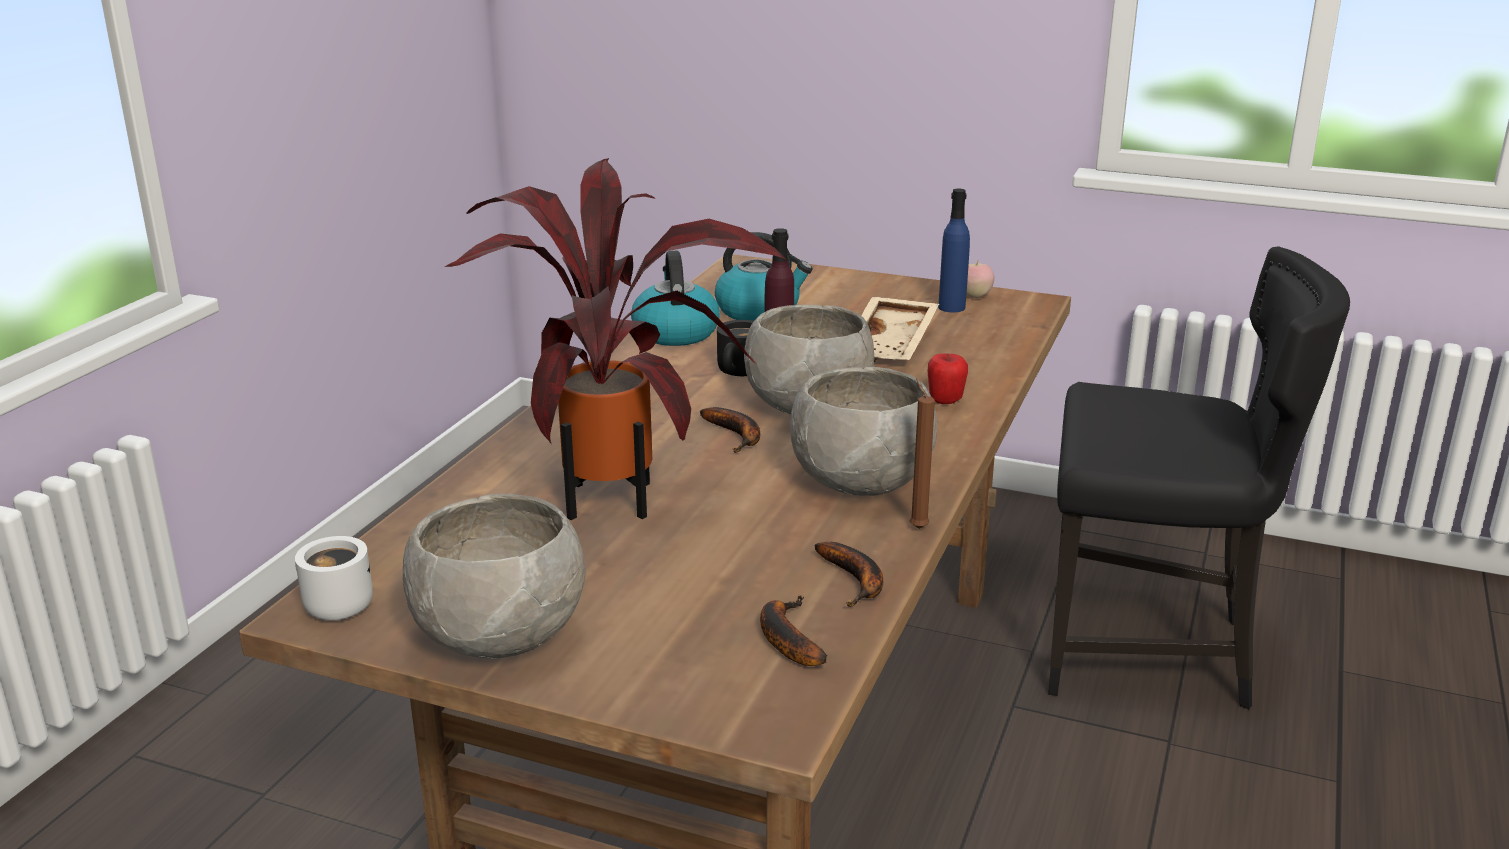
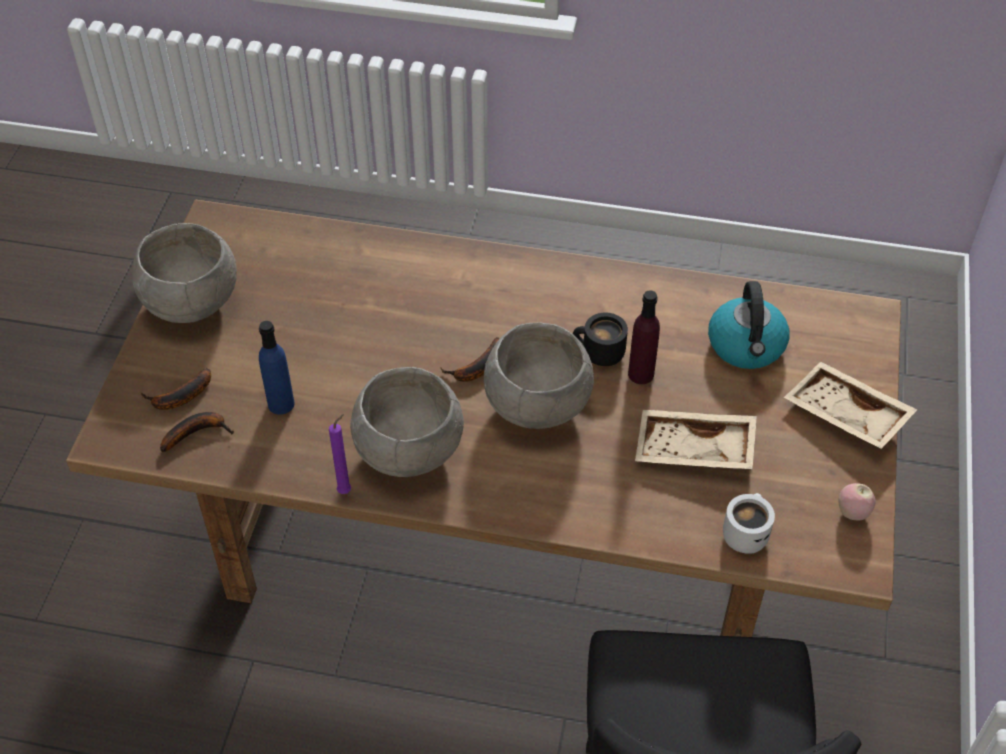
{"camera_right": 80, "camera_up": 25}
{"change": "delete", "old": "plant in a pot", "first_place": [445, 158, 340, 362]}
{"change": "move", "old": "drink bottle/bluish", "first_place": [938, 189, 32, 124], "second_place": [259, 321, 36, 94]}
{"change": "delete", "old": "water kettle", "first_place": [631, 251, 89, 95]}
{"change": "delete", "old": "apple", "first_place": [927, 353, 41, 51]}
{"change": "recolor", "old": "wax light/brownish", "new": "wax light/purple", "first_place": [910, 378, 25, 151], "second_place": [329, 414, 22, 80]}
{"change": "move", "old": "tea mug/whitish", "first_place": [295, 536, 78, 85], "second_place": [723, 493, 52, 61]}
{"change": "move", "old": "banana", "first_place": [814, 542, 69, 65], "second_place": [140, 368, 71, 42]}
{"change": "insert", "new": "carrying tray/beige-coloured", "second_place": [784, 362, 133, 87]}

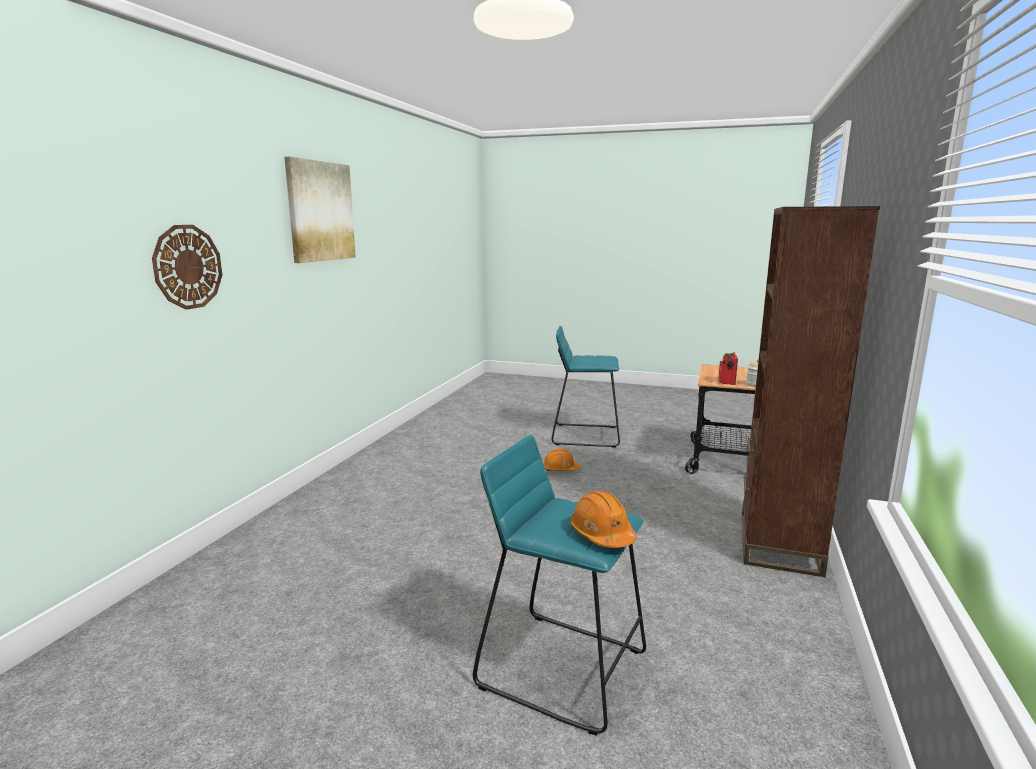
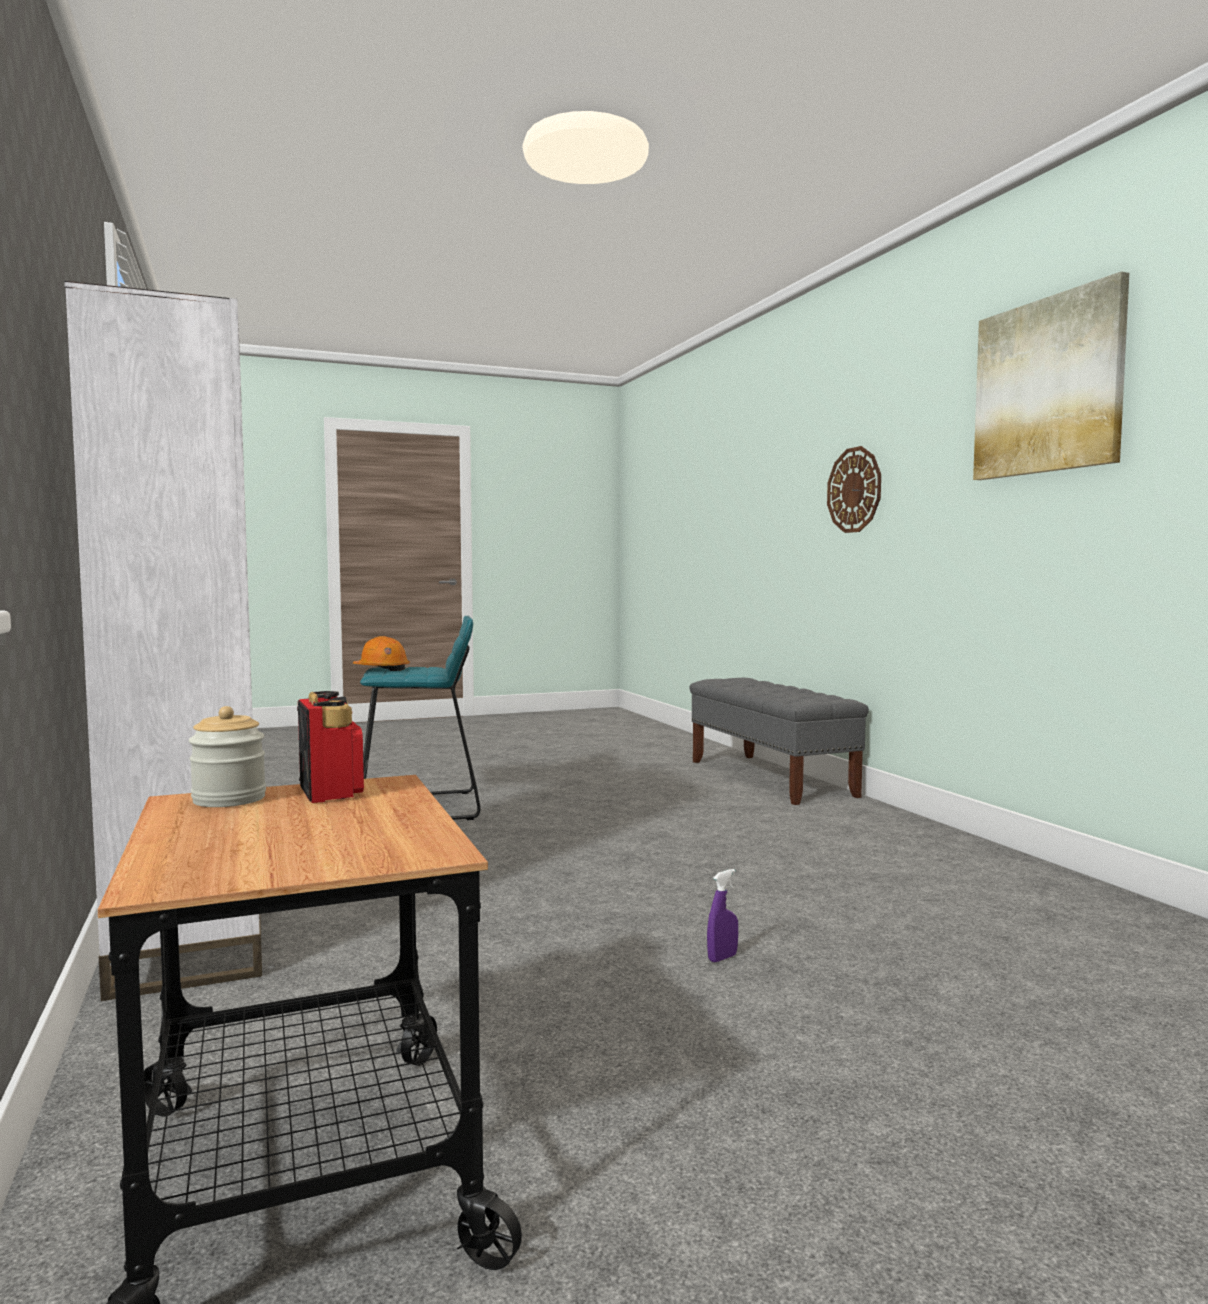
{"camera_right": 140, "camera_up": -10}
{"change": "recolor", "old": "bookshelf/brownish", "new": "bookshelf/whitish", "first_place": [742, 206, 138, 371], "second_place": [64, 281, 198, 720]}
{"change": "delete", "old": "sitting stool/blue-green", "first_place": [552, 326, 68, 121]}
{"change": "replace", "old": "hard hat/orangey", "new": "hand sprayer/purple", "first_place": [543, 449, 37, 22], "second_place": [707, 869, 31, 93]}
{"change": "insert", "new": "long seat/greyish", "second_place": [690, 678, 179, 127]}

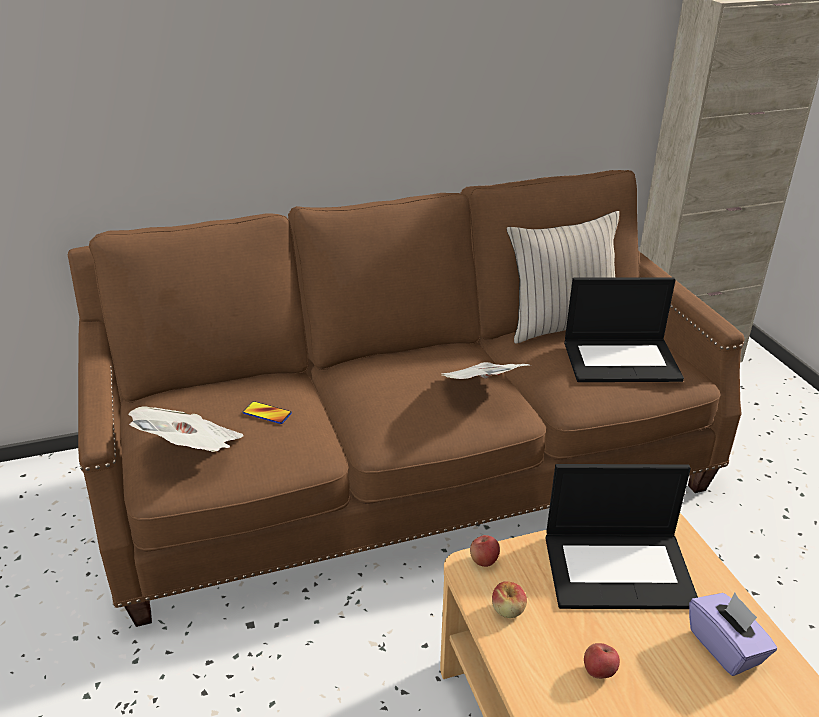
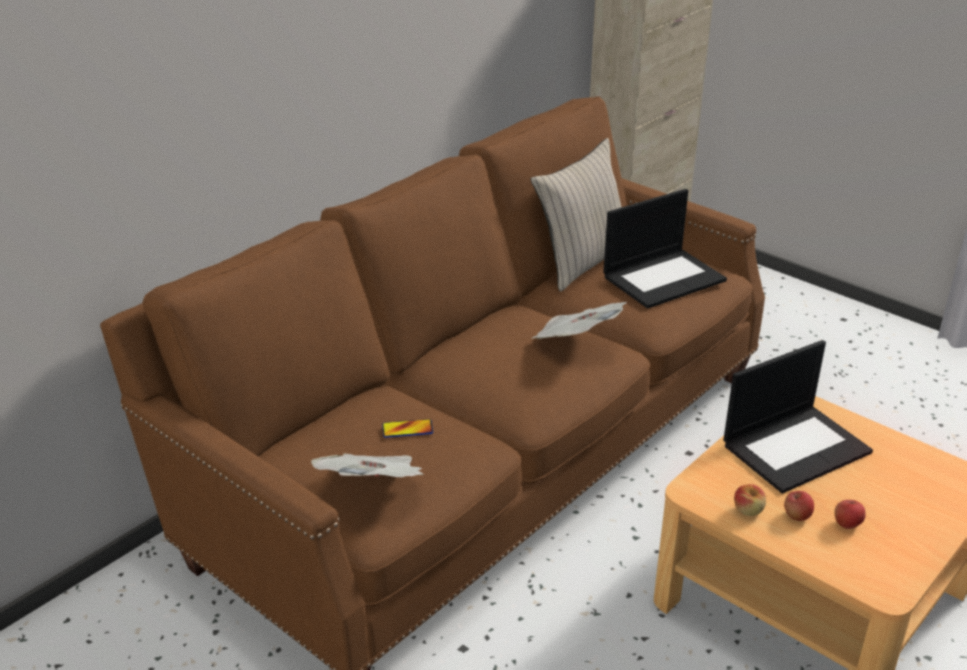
{"camera_right": -30, "camera_up": 0}
{"change": "move", "old": "apple", "first_place": [470, 535, 30, 32], "second_place": [784, 491, 30, 30]}
{"change": "delete", "old": "tissue holder/purple", "first_place": [689, 593, 88, 83]}

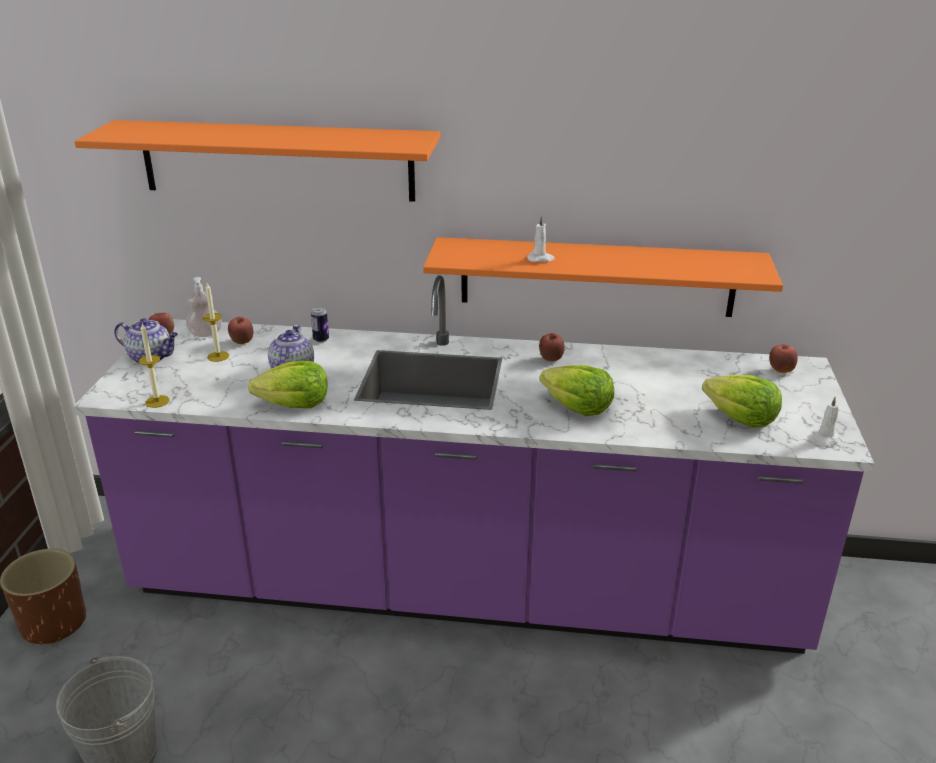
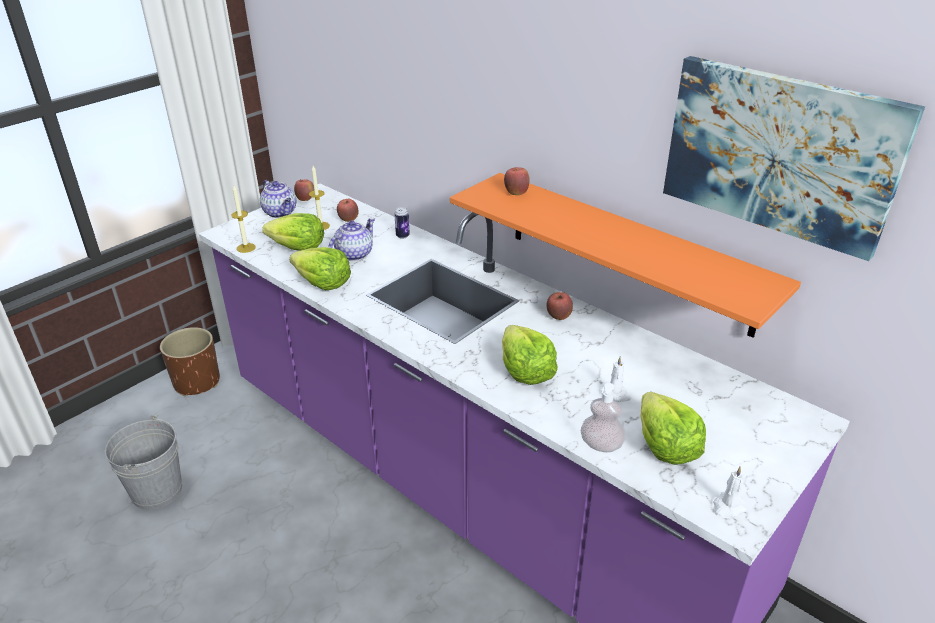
{"camera_right": 35, "camera_up": 5}
{"change": "delete", "old": "shelf/orangey", "first_place": [74, 120, 367, 82]}
{"change": "move", "old": "wax light/whitish", "first_place": [527, 216, 28, 46], "second_place": [601, 356, 30, 46]}
{"change": "move", "old": "liquid soap bottle", "first_place": [186, 277, 36, 60], "second_place": [581, 383, 45, 69]}
{"change": "move", "old": "apple", "first_place": [769, 344, 29, 29], "second_place": [504, 167, 26, 28]}
{"change": "insert", "new": "wall picture", "second_place": [663, 56, 262, 205]}
{"change": "insert", "new": "head of lettuce", "second_place": [262, 213, 62, 38]}

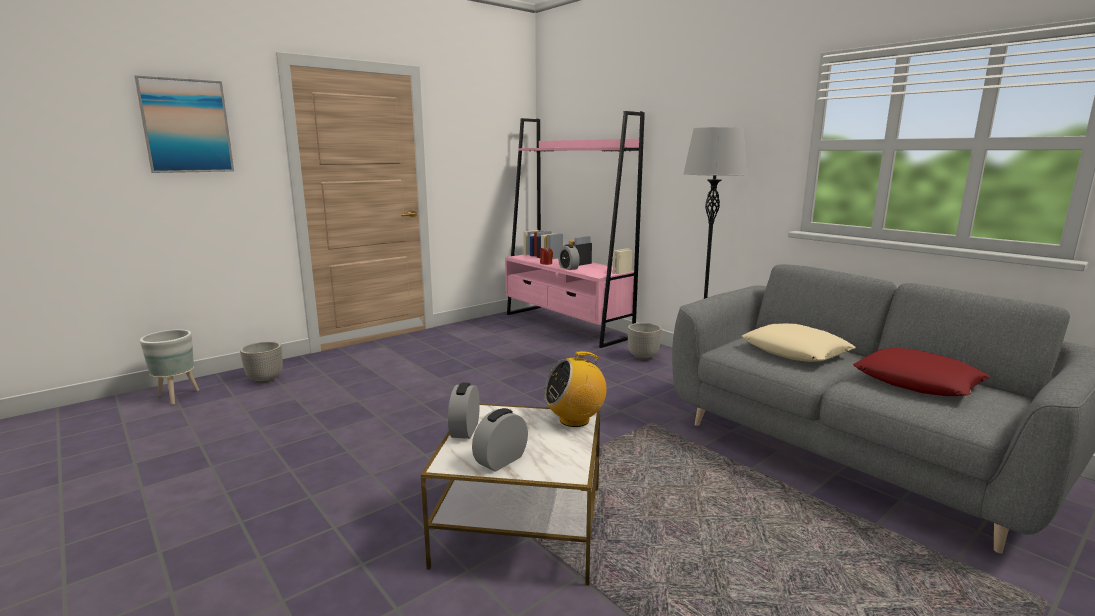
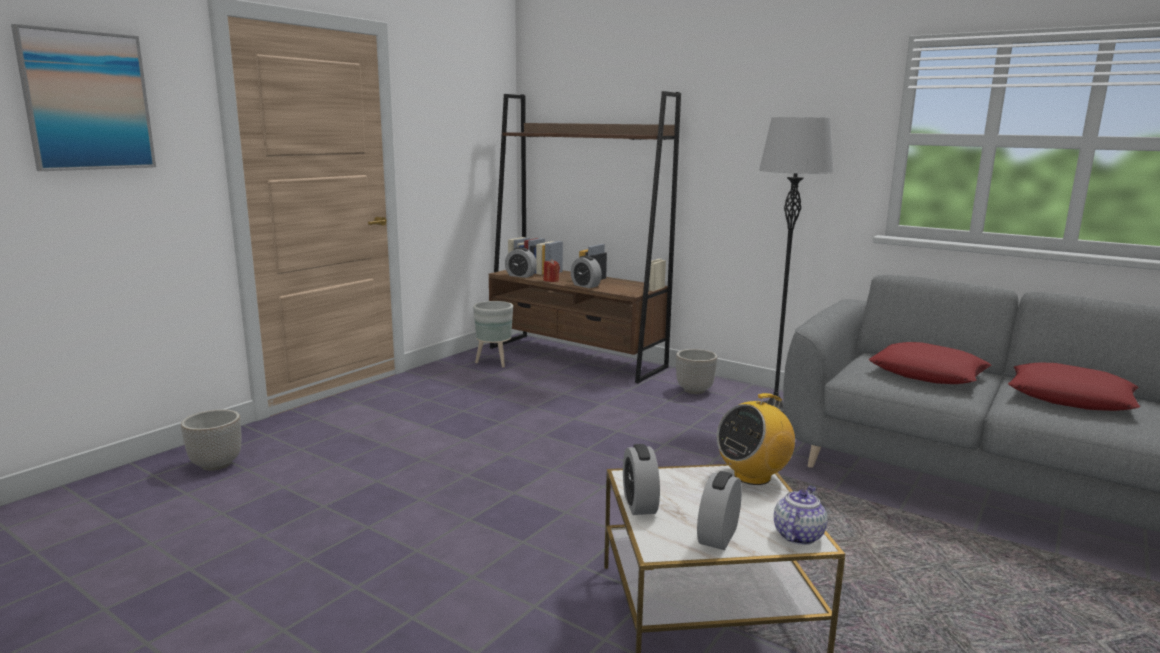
{"camera_right": -15, "camera_up": 0}
{"change": "recolor", "old": "bookshelf/pinkish", "new": "bookshelf/brownish", "first_place": [505, 111, 140, 237], "second_place": [489, 91, 192, 292]}
{"change": "recolor", "old": "throw pillow/beige-coloured", "new": "throw pillow/reddish", "first_place": [742, 323, 114, 39], "second_place": [869, 342, 123, 42]}
{"change": "move", "old": "planter/greyish", "first_place": [140, 330, 59, 75], "second_place": [473, 301, 40, 67]}
{"change": "insert", "new": "bedside clock", "second_place": [505, 247, 32, 31]}
{"change": "insert", "new": "teapot", "second_place": [774, 486, 54, 59]}

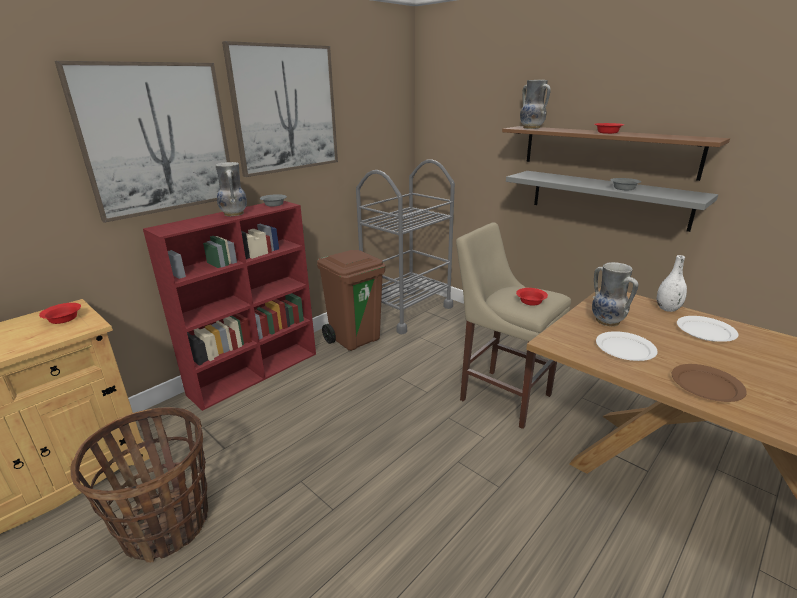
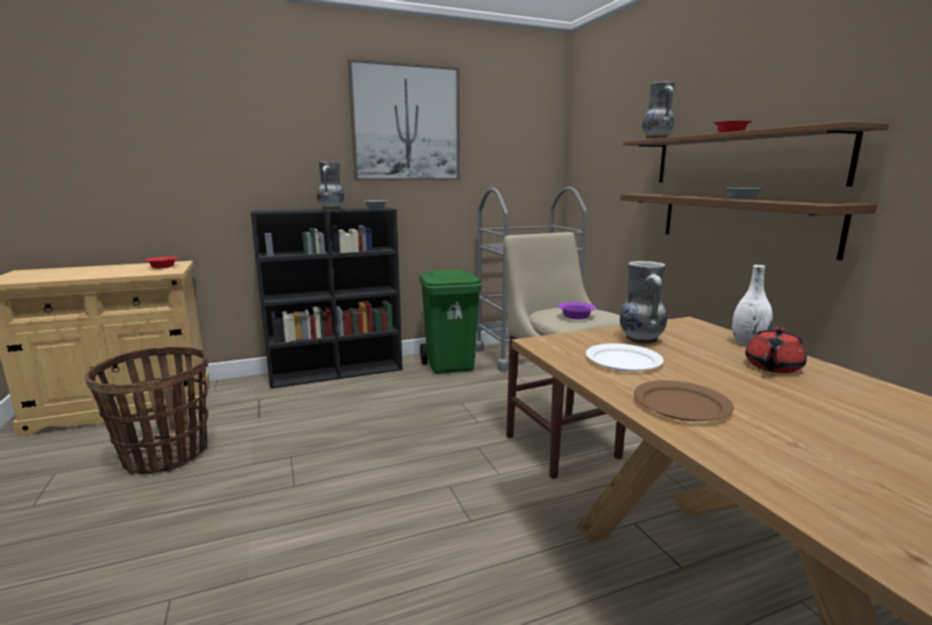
{"camera_right": 25, "camera_up": -10}
{"change": "delete", "old": "wall picture", "first_place": [55, 61, 175, 162]}
{"change": "recolor", "old": "shelf/greyish", "new": "shelf/brownish", "first_place": [506, 171, 212, 61], "second_place": [620, 193, 257, 67]}
{"change": "recolor", "old": "bookshelf/reddish", "new": "bookshelf/black", "first_place": [143, 201, 173, 210], "second_place": [251, 207, 152, 182]}
{"change": "recolor", "old": "trash can/brownish", "new": "trash can/green", "first_place": [317, 250, 68, 101], "second_place": [419, 269, 63, 105]}
{"change": "recolor", "old": "serving bowl/reddish", "new": "serving bowl/purple", "first_place": [516, 288, 32, 18], "second_place": [558, 302, 38, 17]}
{"change": "replace", "old": "flat dish/whitish", "new": "teapot/reddish", "first_place": [677, 316, 61, 26], "second_place": [745, 327, 62, 46]}

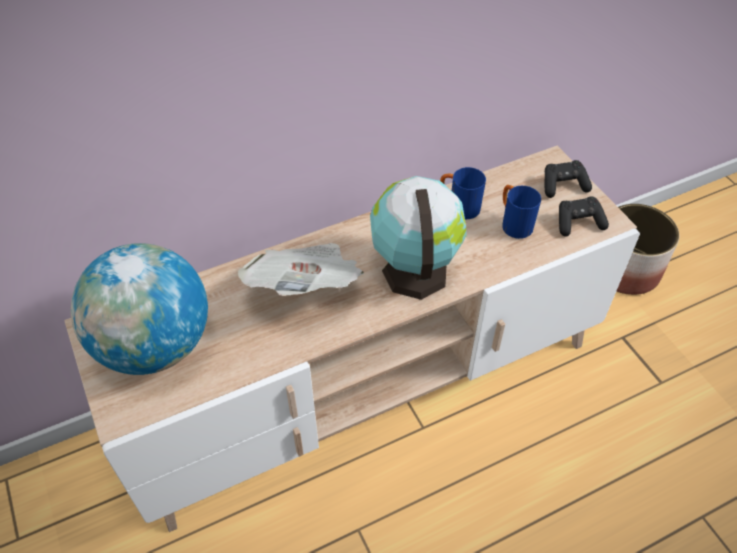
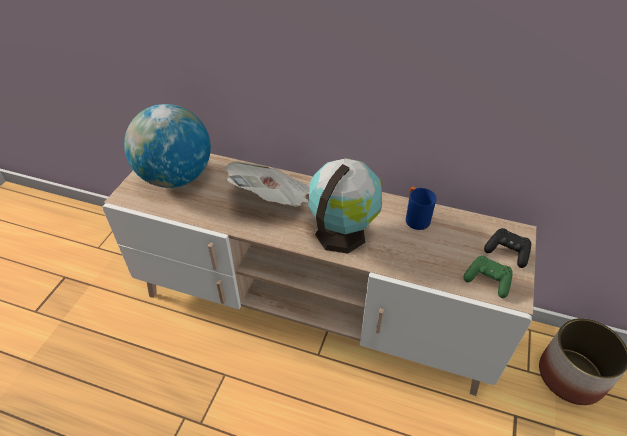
{"camera_right": 45, "camera_up": -5}
{"change": "delete", "old": "tea mug/bluish", "first_place": [502, 185, 39, 54]}
{"change": "recolor", "old": "joypad/black", "new": "joypad/green", "first_place": [559, 196, 50, 41], "second_place": [464, 256, 49, 42]}

